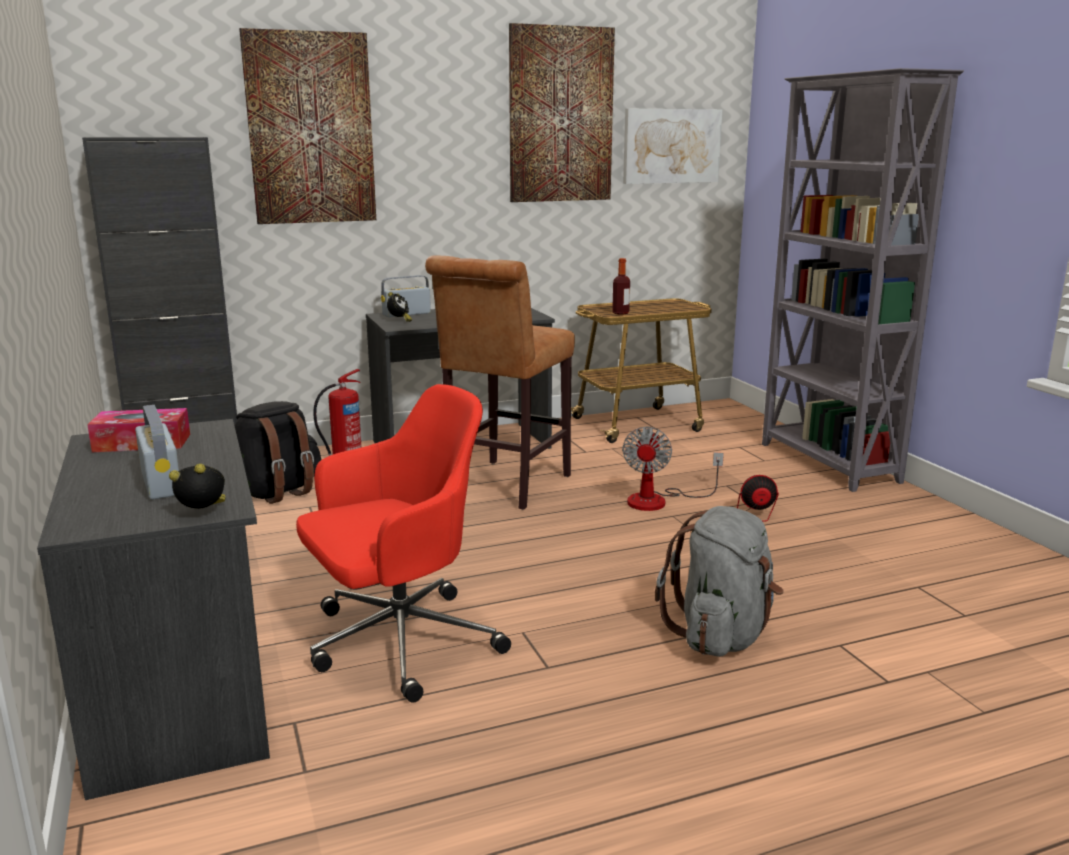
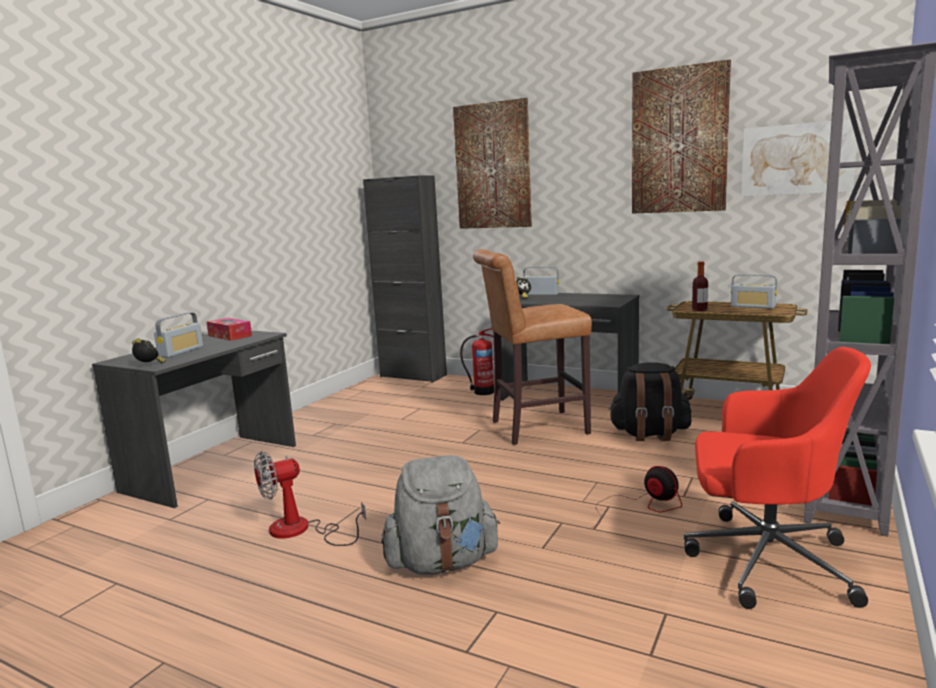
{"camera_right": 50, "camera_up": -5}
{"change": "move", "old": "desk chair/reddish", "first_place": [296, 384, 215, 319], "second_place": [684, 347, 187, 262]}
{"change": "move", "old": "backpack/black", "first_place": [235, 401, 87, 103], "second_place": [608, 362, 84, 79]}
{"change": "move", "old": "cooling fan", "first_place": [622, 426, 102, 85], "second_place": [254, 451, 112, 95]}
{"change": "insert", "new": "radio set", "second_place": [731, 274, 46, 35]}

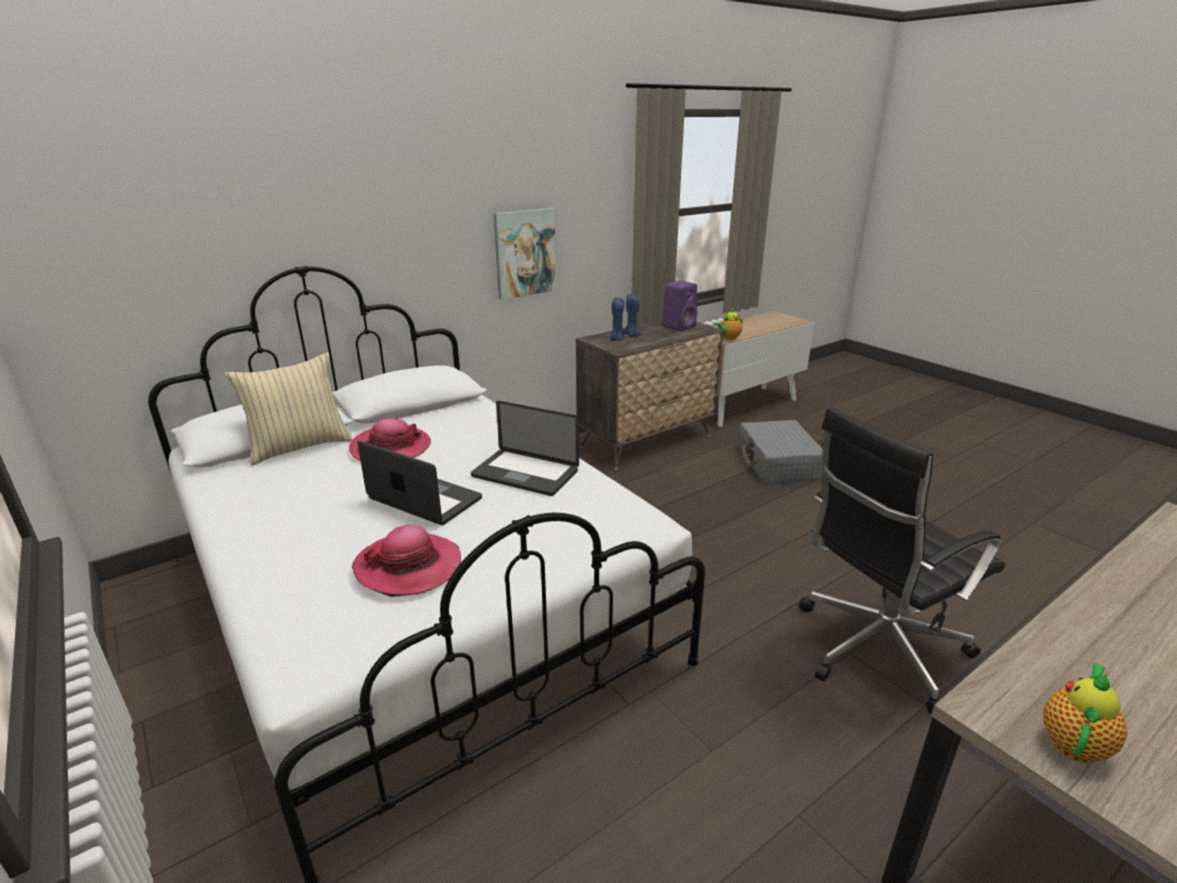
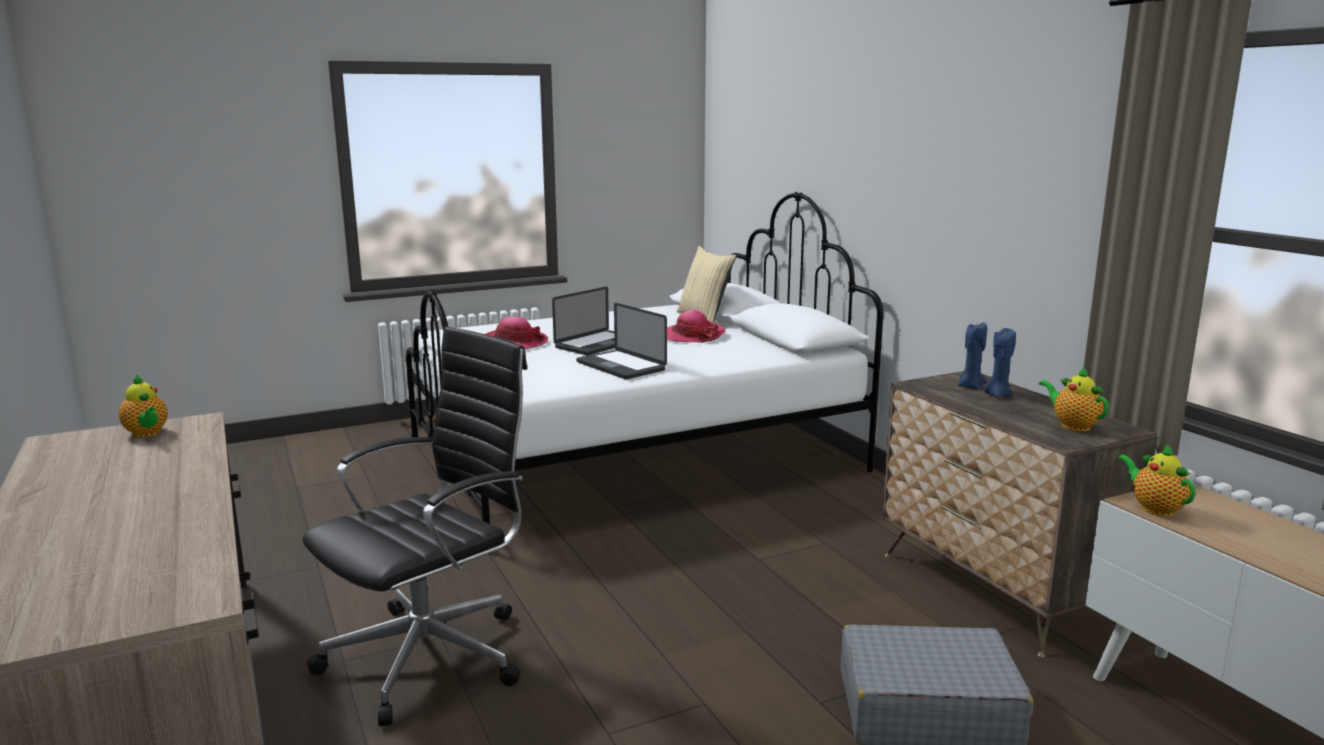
{"camera_right": 100, "camera_up": -10}
{"change": "delete", "old": "wall picture", "first_place": [493, 208, 64, 92]}
{"change": "replace", "old": "speaker/purple", "new": "teapot", "first_place": [662, 281, 35, 50], "second_place": [1039, 366, 70, 65]}
{"change": "rotate", "old": "portable computer", "first_place": [471, 401, 108, 95], "second_place": [576, 303, 91, 76], "degrees": -75}
{"change": "rotate", "old": "desk chair/black", "first_place": [799, 407, 206, 307], "second_place": [303, 326, 225, 400], "degrees": 60}

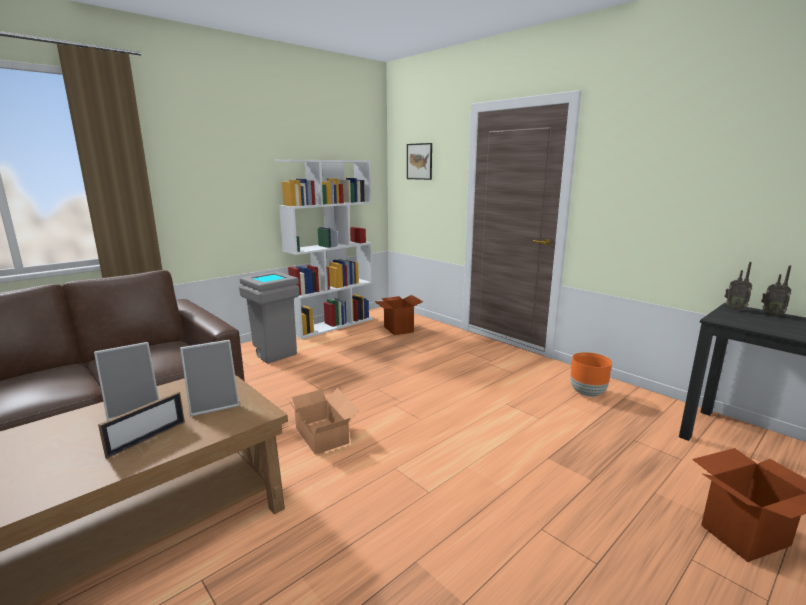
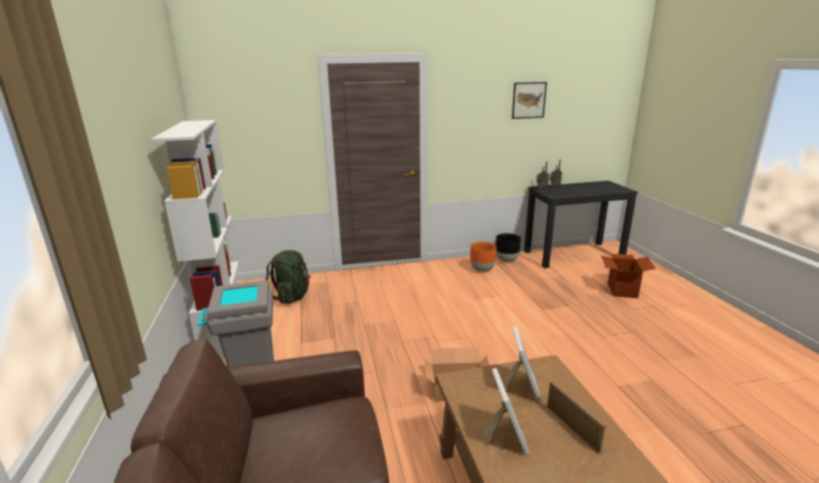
{"camera_right": -60, "camera_up": 5}
{"change": "move", "old": "wall picture", "first_place": [407, 143, 25, 37], "second_place": [512, 82, 35, 37]}
{"change": "replace", "old": "packing box", "new": "backpack/green", "first_place": [374, 295, 49, 40], "second_place": [265, 250, 46, 54]}
{"change": "insert", "new": "planter/black", "second_place": [496, 233, 25, 29]}

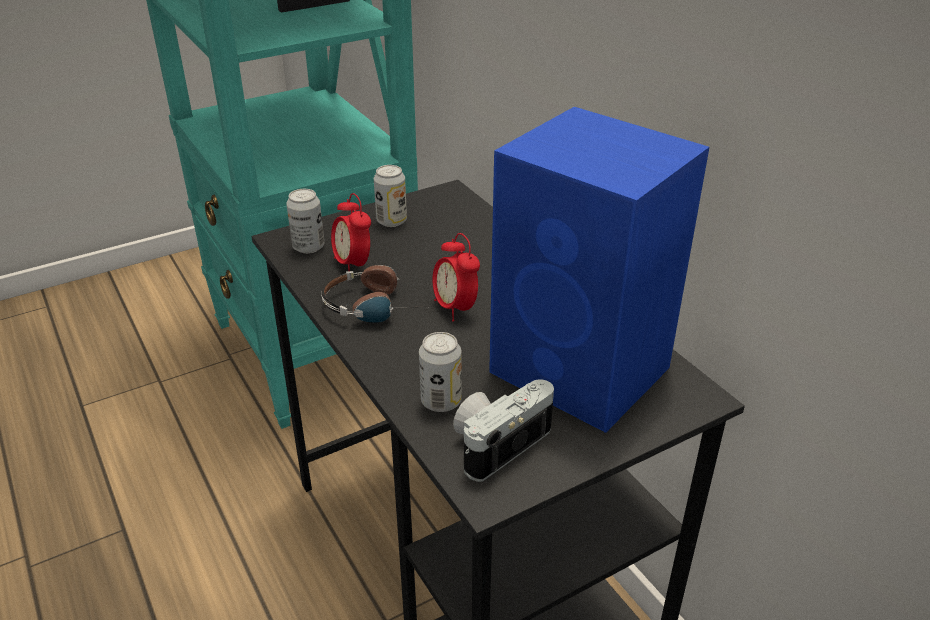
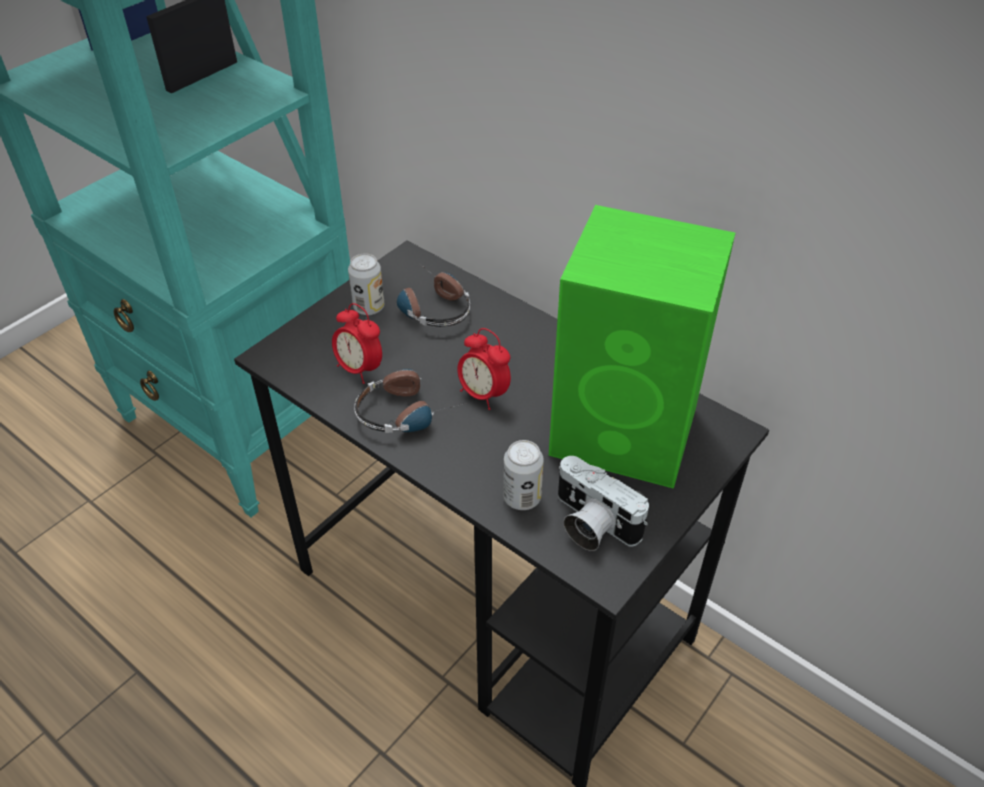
{"camera_right": -20, "camera_up": 10}
{"change": "recolor", "old": "speaker/bluish", "new": "speaker/green", "first_place": [489, 107, 220, 326], "second_place": [549, 205, 186, 284]}
{"change": "delete", "old": "can", "first_place": [286, 189, 38, 65]}
{"change": "rotate", "old": "photo camera", "first_place": [453, 380, 101, 102], "second_place": [558, 456, 91, 95], "degrees": -75}
{"change": "insert", "new": "pair of headphones", "second_place": [397, 264, 73, 63]}

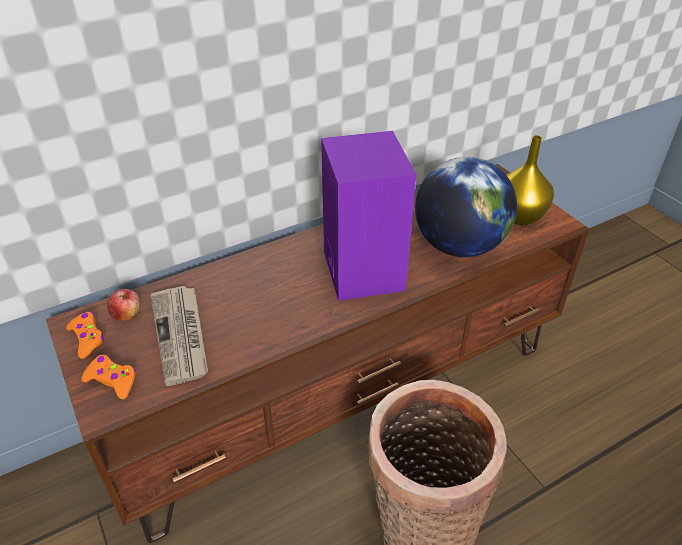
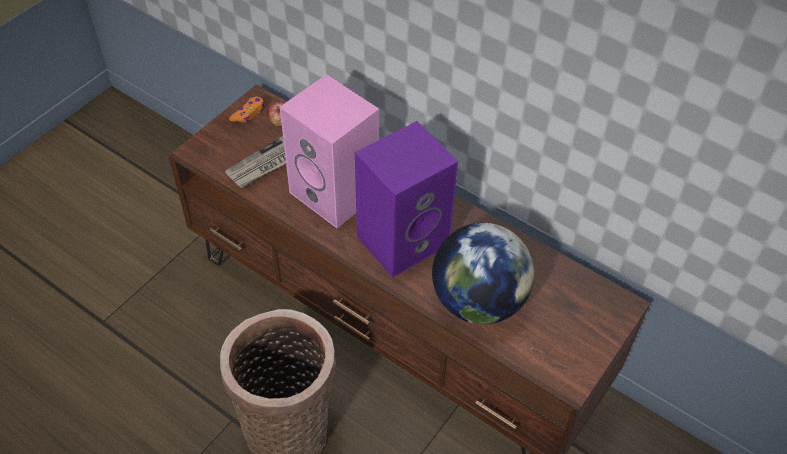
{"camera_right": 65, "camera_up": 10}
{"change": "delete", "old": "decorative vase/yellowish", "first_place": [507, 135, 47, 90]}
{"change": "delete", "old": "joypad/orangey", "first_place": [81, 354, 55, 45]}
{"change": "insert", "new": "speaker/pinkish", "second_place": [280, 74, 99, 154]}

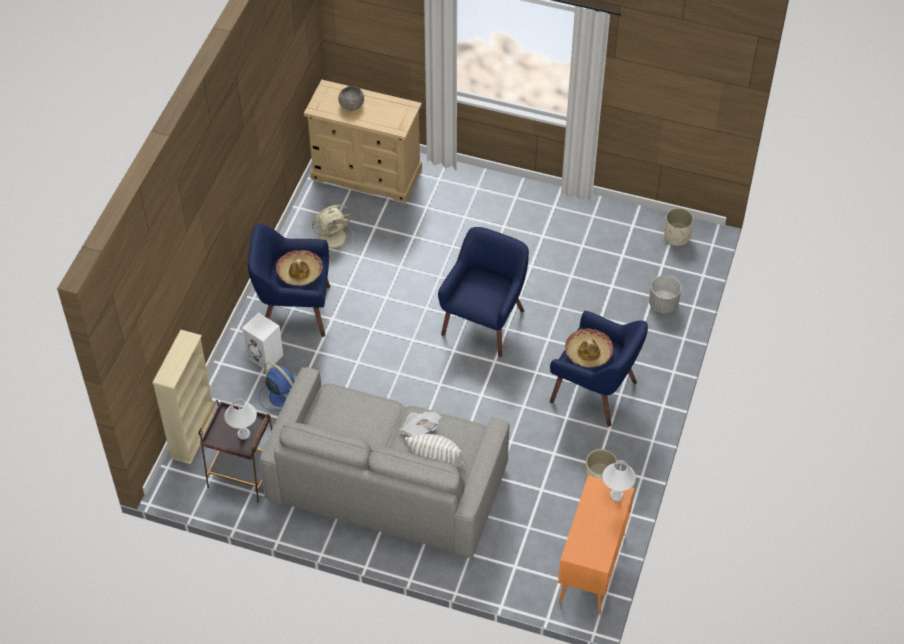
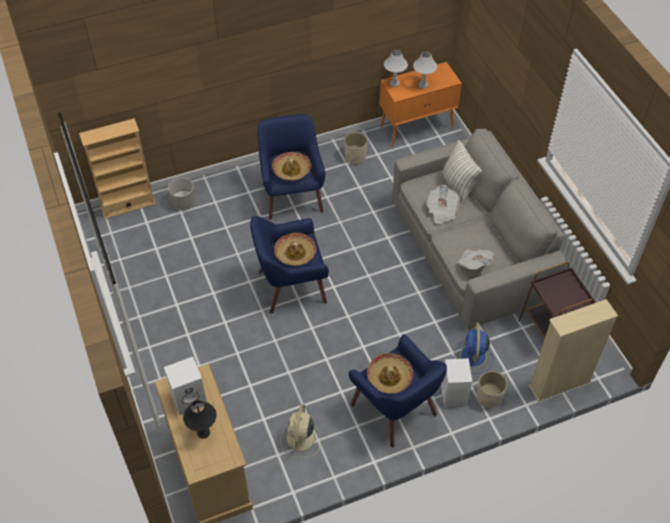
{"camera_right": -130, "camera_up": 0}
{"change": "replace", "old": "serving bowl/greyish", "new": "tabletop lamp/black", "first_place": [338, 86, 26, 24], "second_place": [183, 401, 33, 38]}
{"change": "rotate", "old": "cooling fan/beige-coloured", "first_place": [310, 205, 44, 48], "second_place": [280, 404, 41, 54], "degrees": -105}
{"change": "move", "old": "planter/beige-coloured", "first_place": [664, 208, 30, 38], "second_place": [477, 371, 31, 38]}
{"change": "move", "old": "tabletop lamp/whitish", "first_place": [224, 399, 33, 41], "second_place": [413, 52, 24, 37]}
{"change": "insert", "new": "bookshelf/beige-coloured", "second_place": [79, 118, 77, 101]}
{"change": "insert", "new": "clothing hat", "second_place": [274, 232, 42, 34]}
{"change": "insert", "new": "printed paper", "second_place": [457, 250, 38, 20]}
{"change": "insert", "new": "speaker/whitish", "second_place": [164, 357, 43, 59]}

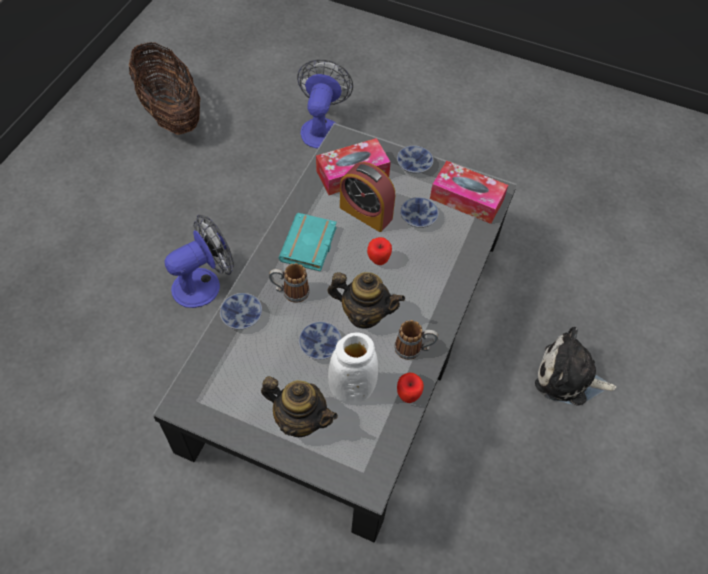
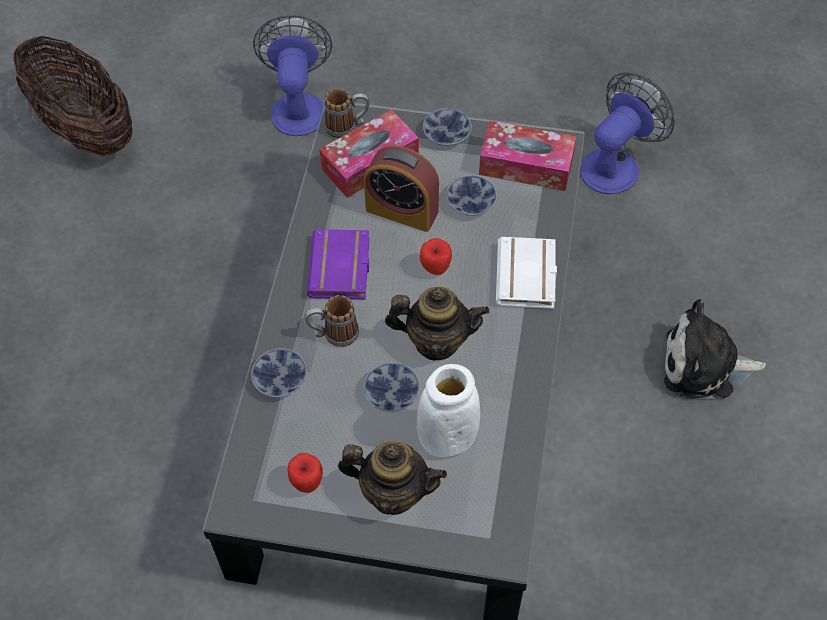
{"camera_right": -10, "camera_up": 0}
{"change": "recolor", "old": "volume/blue-green", "new": "volume/purple", "first_place": [279, 213, 58, 59], "second_place": [307, 229, 63, 71]}
{"change": "move", "old": "cooling fan", "first_place": [165, 215, 69, 93], "second_place": [580, 72, 95, 123]}
{"change": "move", "old": "tea mug", "first_place": [394, 320, 44, 40], "second_place": [324, 88, 45, 50]}
{"change": "move", "old": "apple", "first_place": [397, 373, 27, 30], "second_place": [287, 453, 36, 40]}
{"change": "insert", "new": "volume/whitish", "second_place": [496, 237, 61, 72]}

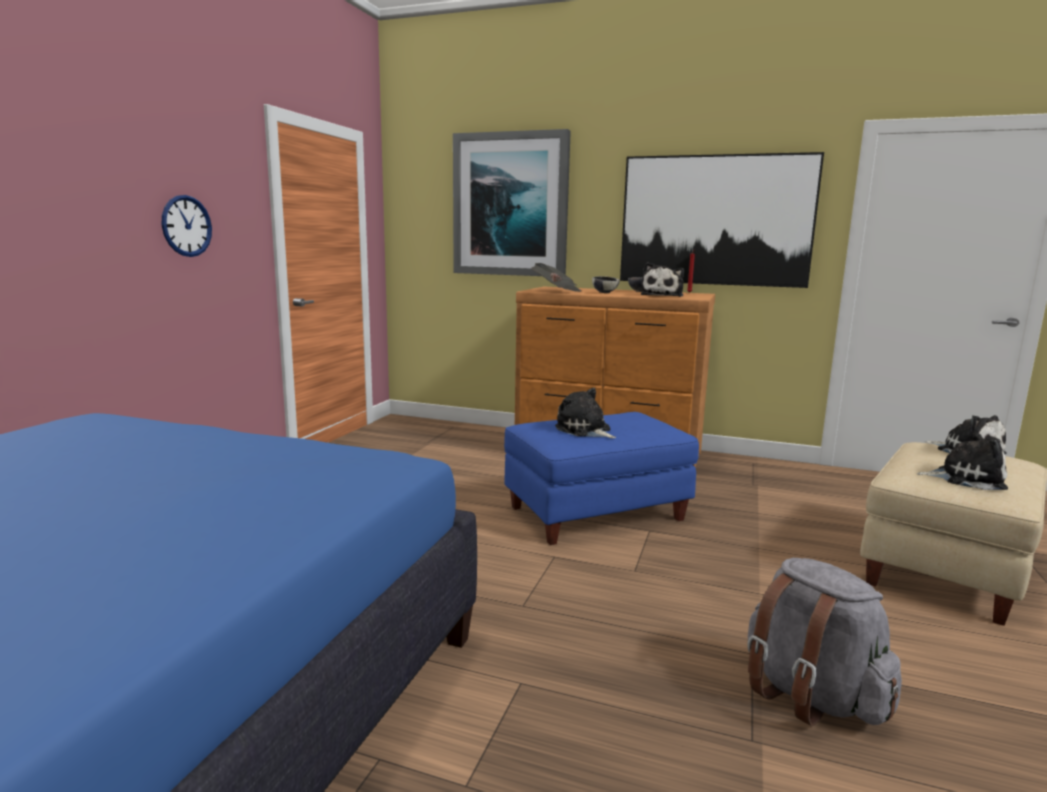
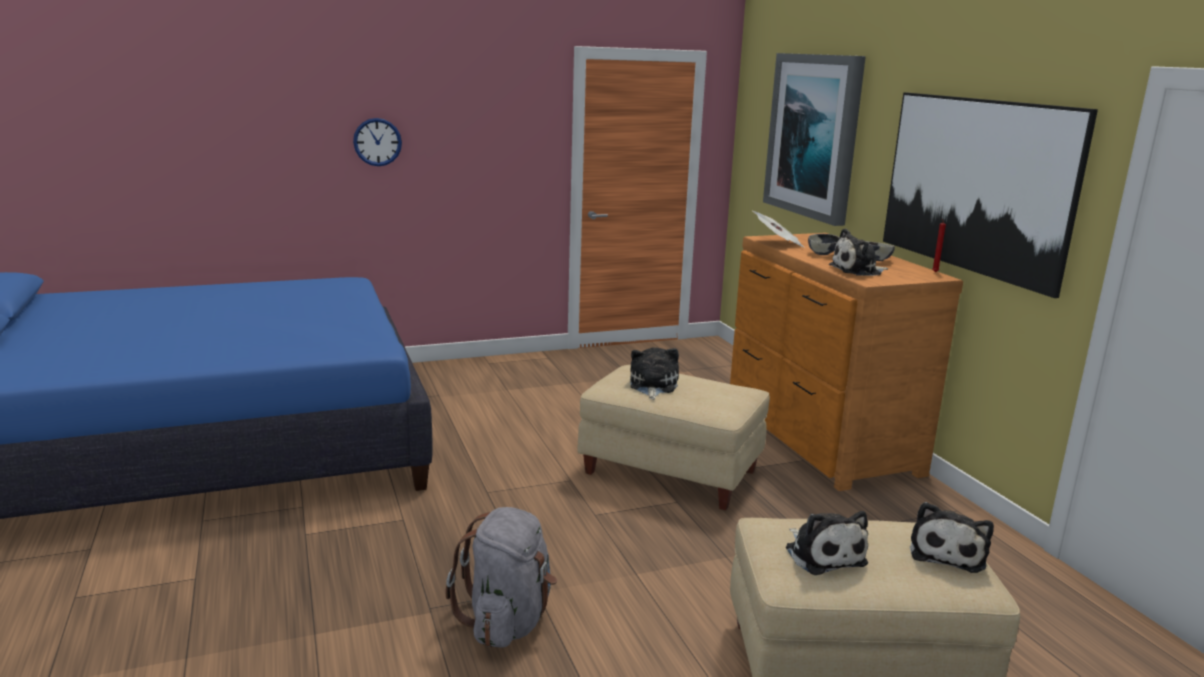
{"camera_right": 50, "camera_up": 5}
{"change": "move", "old": "wall clock", "first_place": [162, 195, 50, 62], "second_place": [353, 118, 49, 48]}
{"change": "recolor", "old": "footrest/bluish", "new": "footrest/beige-coloured", "first_place": [504, 412, 195, 133], "second_place": [577, 365, 193, 146]}

